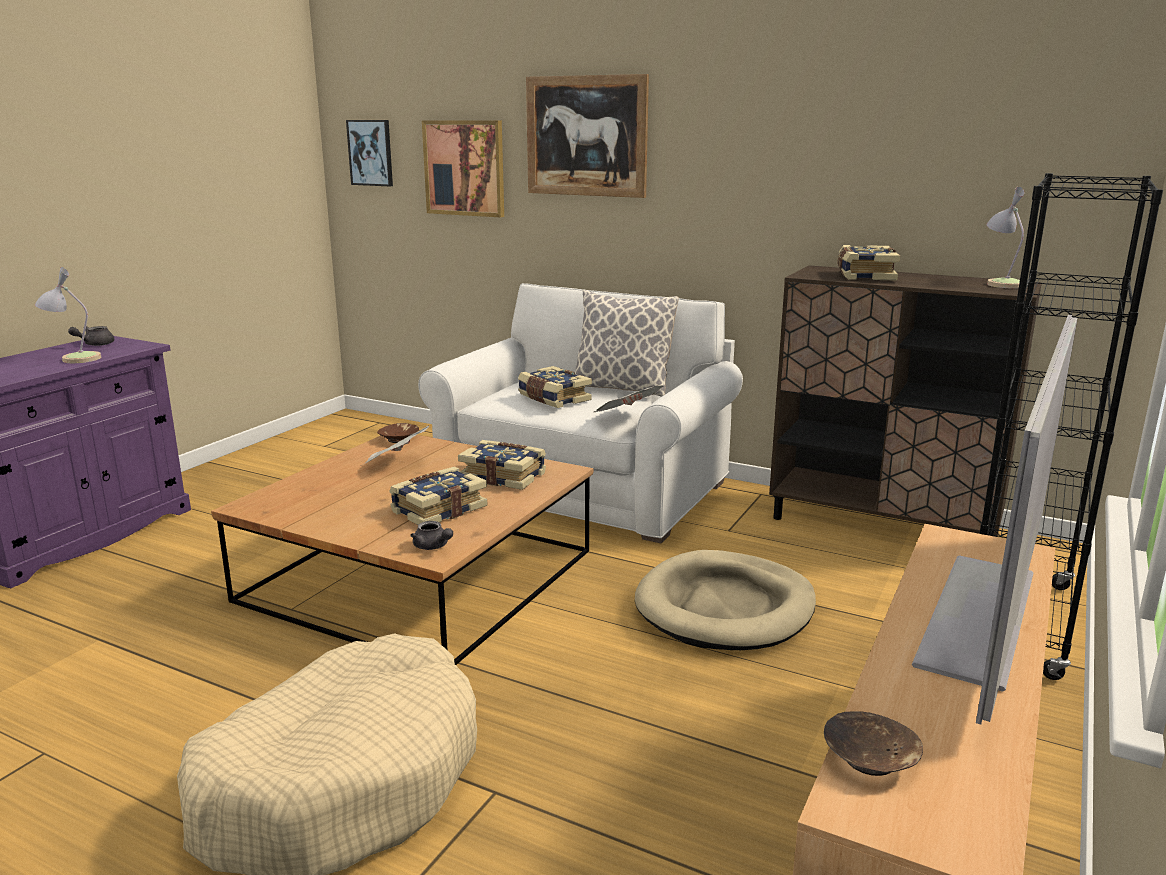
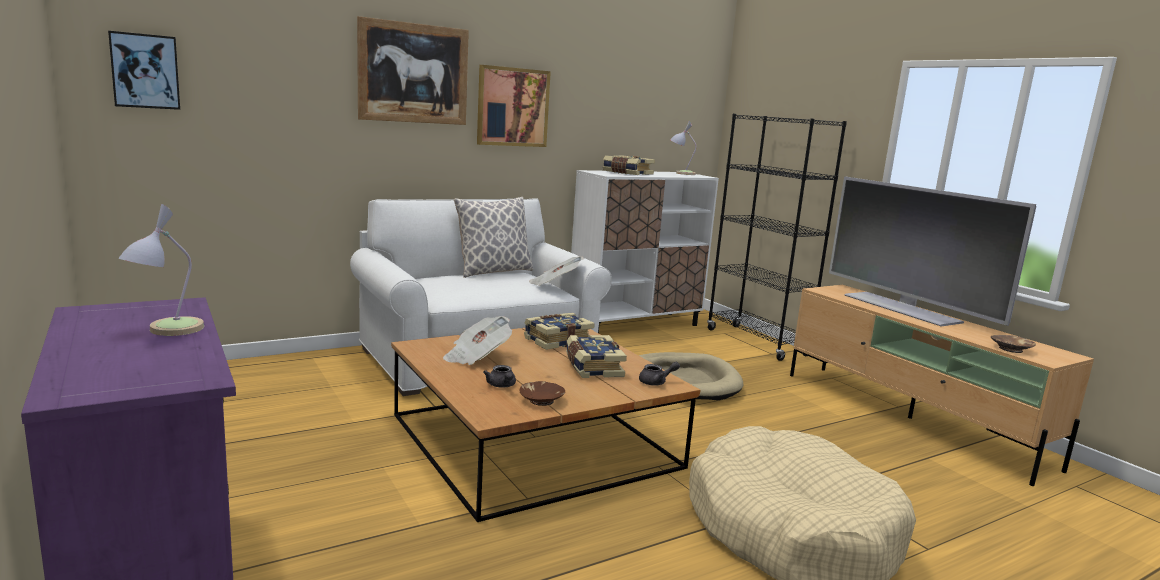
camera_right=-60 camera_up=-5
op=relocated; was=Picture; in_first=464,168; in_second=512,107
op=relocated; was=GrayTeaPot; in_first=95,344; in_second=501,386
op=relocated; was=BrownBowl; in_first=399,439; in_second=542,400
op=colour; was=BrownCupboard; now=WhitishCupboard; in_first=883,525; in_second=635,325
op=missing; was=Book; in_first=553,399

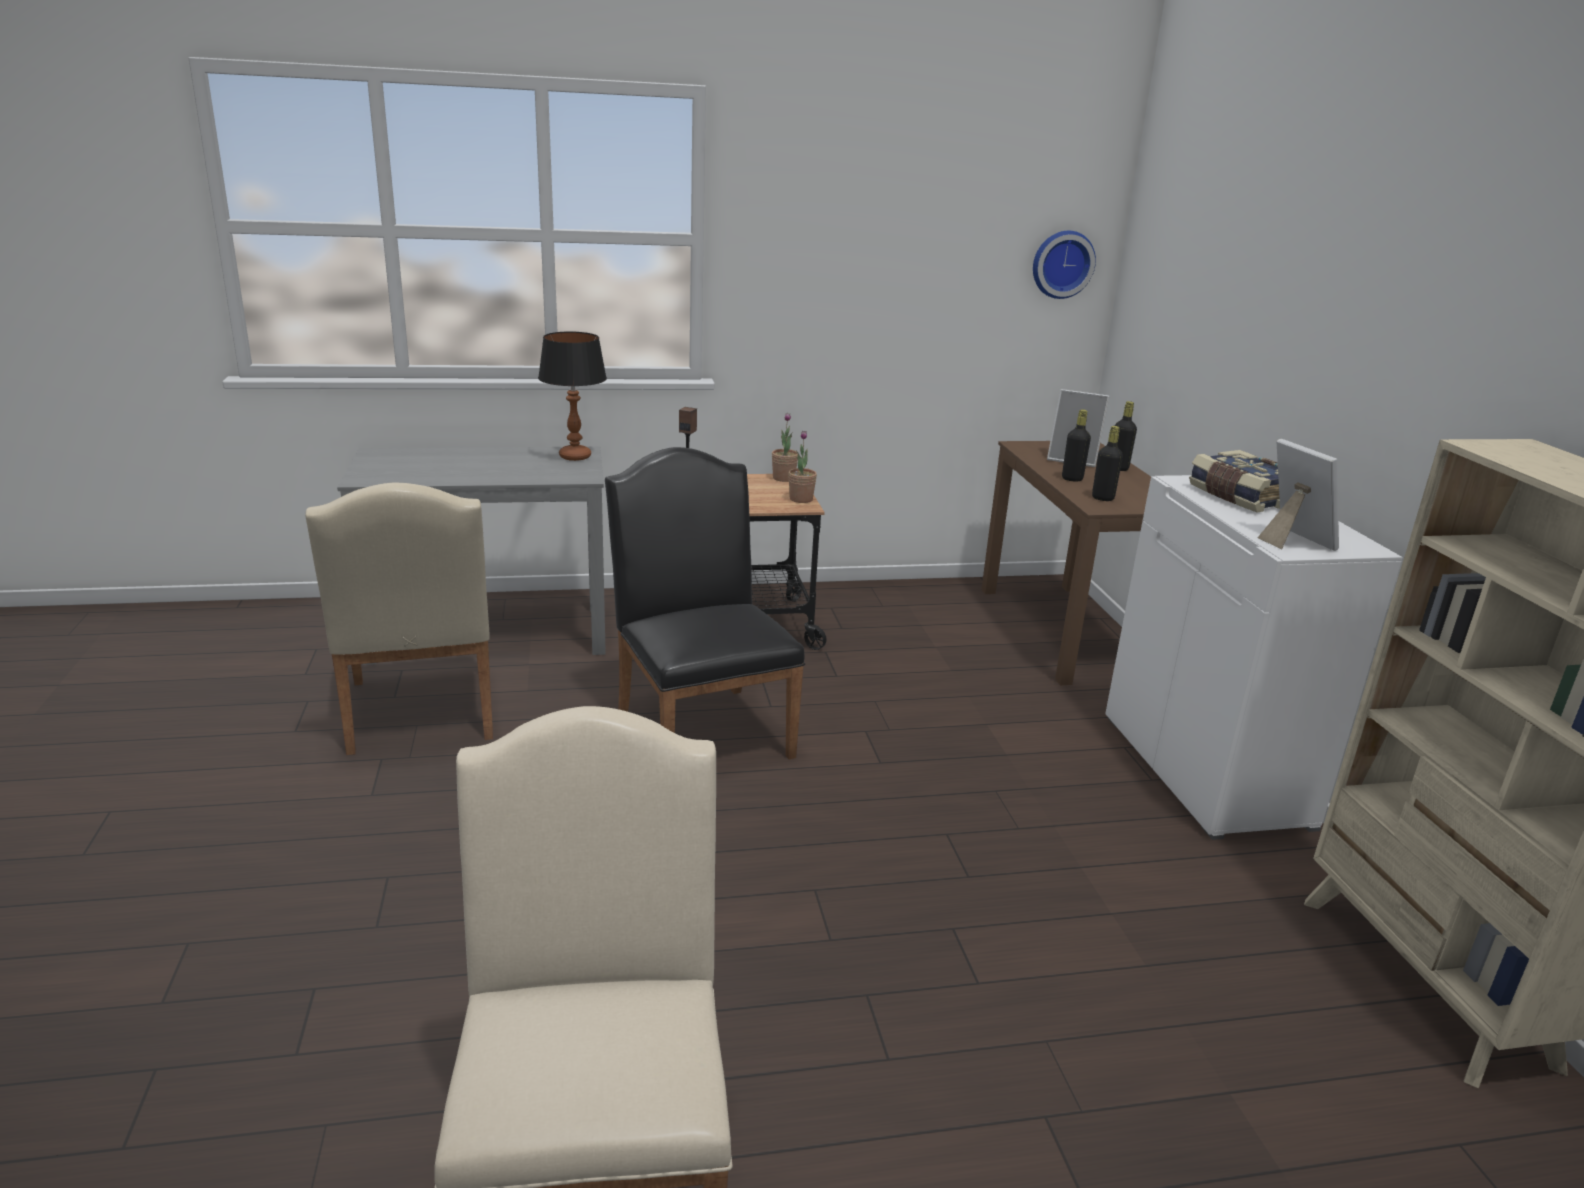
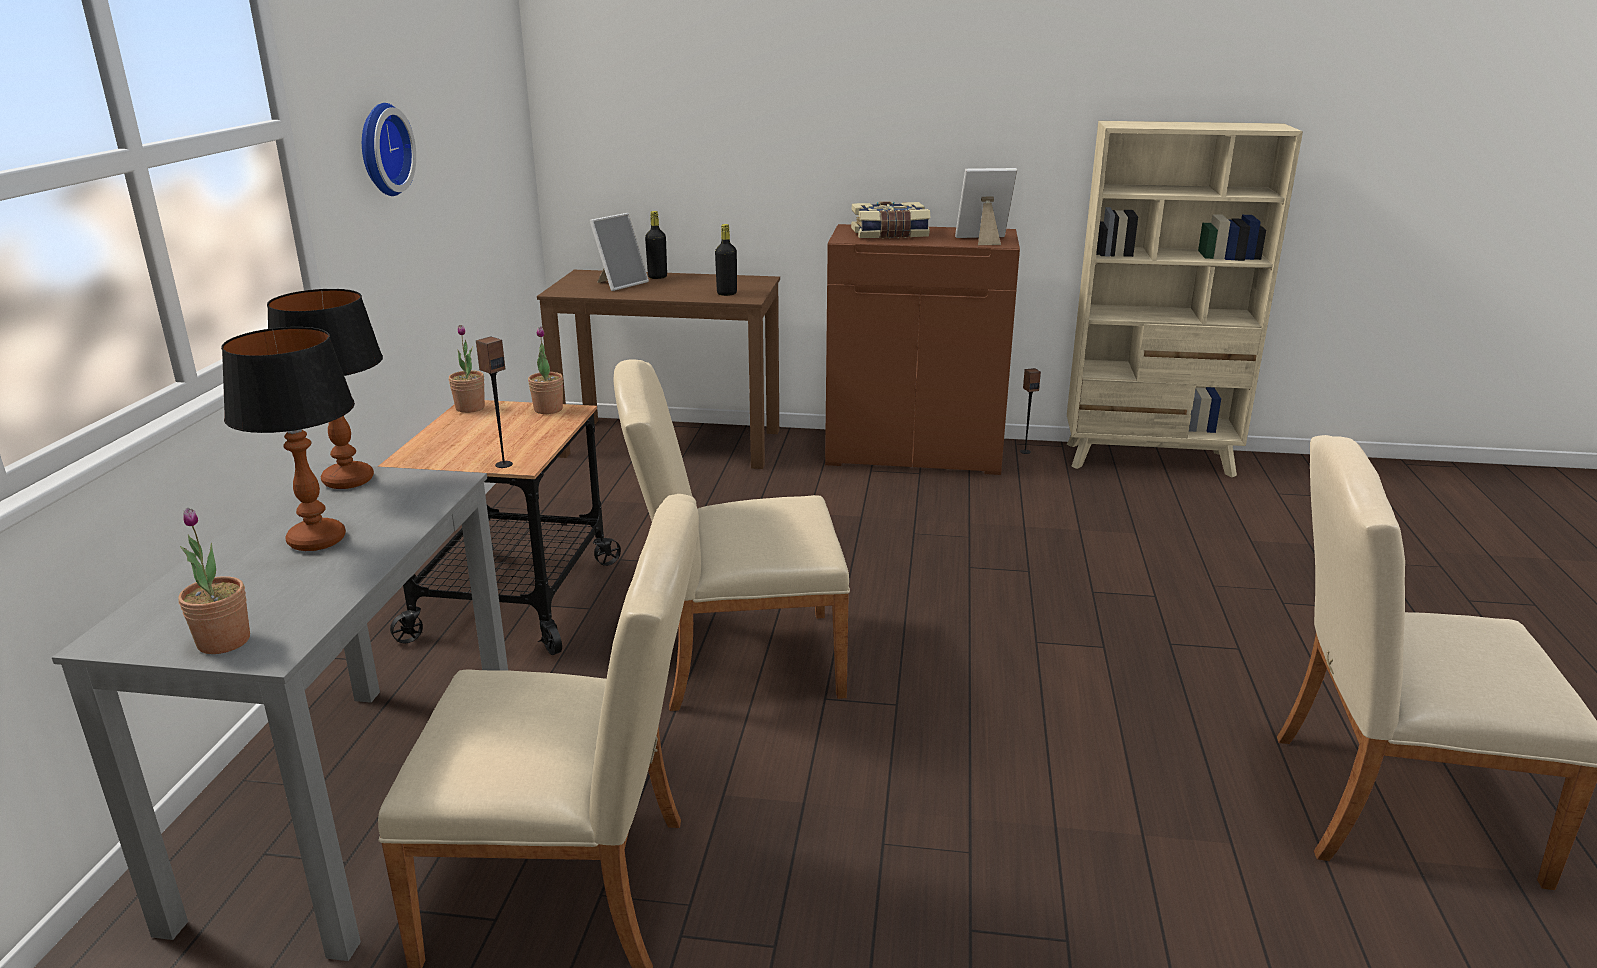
camera_right=-70 camera_up=0
op=appeared; now=Houseplant; in_second=224,641
op=appeared; now=TabletopLamp; in_second=316,541
op=relocated; was=WallClock; in_first=1061,264; in_second=381,149
op=colour; was=BlackColouredPlainChair; now=SandColouredPlainChair; in_first=700,727; in_second=736,659
op=colour; was=WhitishCupboard; now=BrownCupboard; in_first=1207,770; in_second=915,452
op=appeared; now=AudioSpeaker; in_second=1025,451
op=missing; was=BlackColouredDrinkBottle; in_first=1072,479

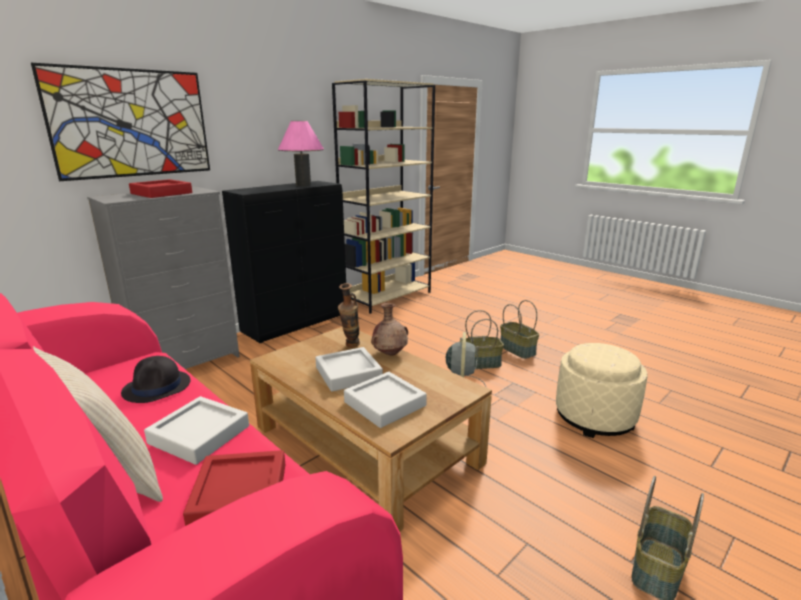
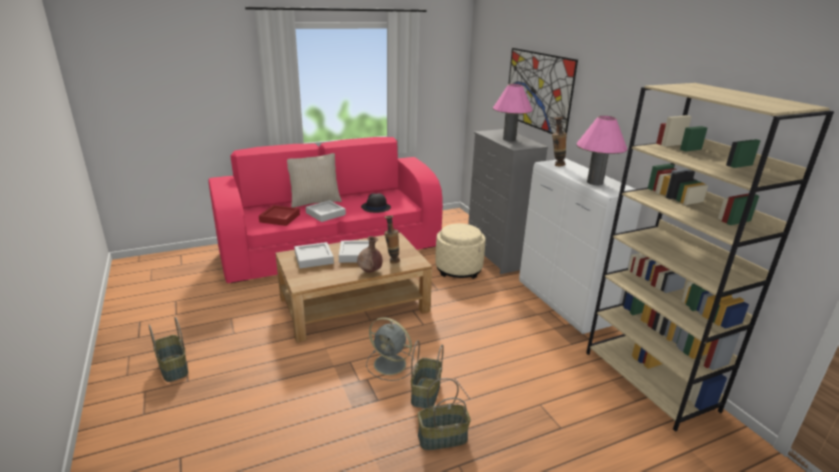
camera_right=110 camera_up=5
op=relocated; was=SandColouredFootrest; in_first=594,417; in_second=458,269
op=exchanged; was=RedColouredCarryingTray; now=PinkColouredTabletopLamp; in_first=161,193; in_second=509,139
op=colour; was=BlackColouredCupboard; now=WhitishCupboard; in_first=296,324; in_second=563,304
op=appeared; now=DecorativeVase; in_second=556,165

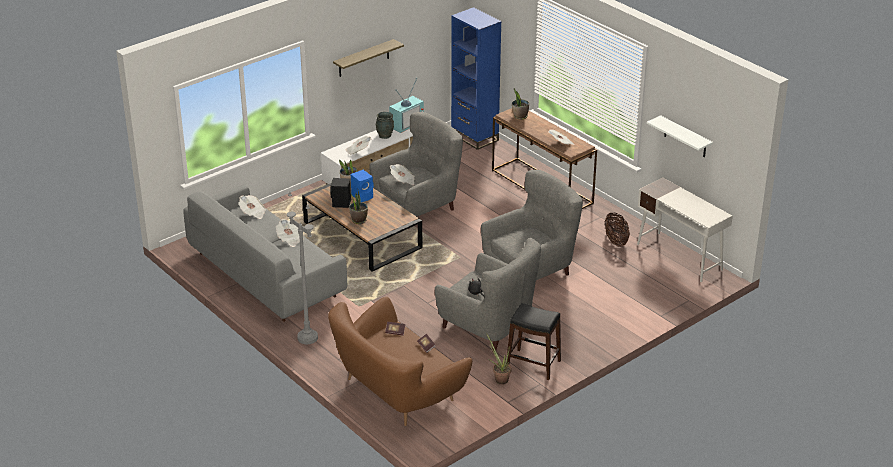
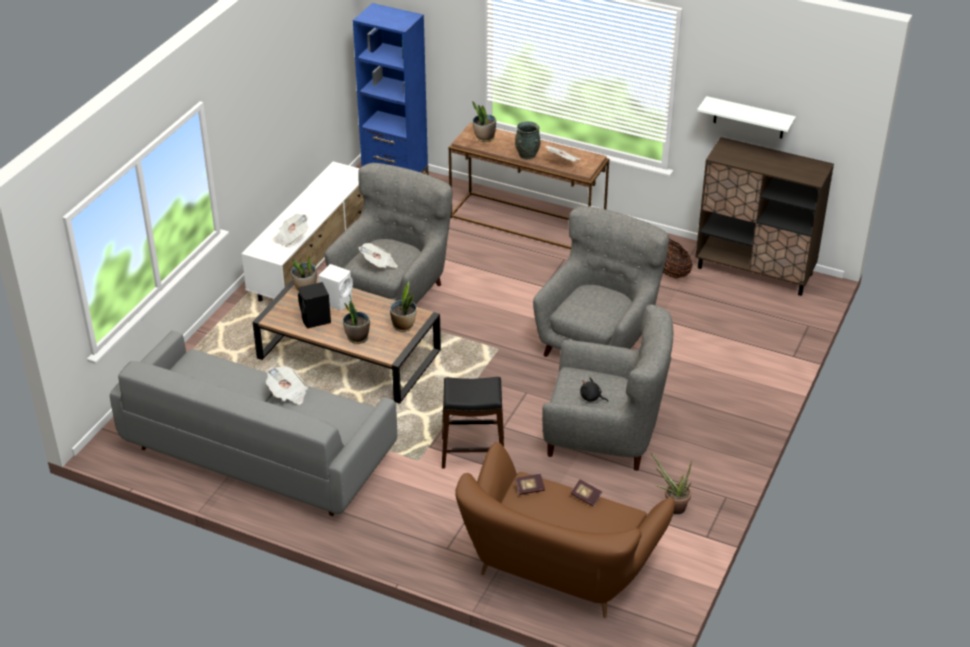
camera_right=-25 camera_up=5
op=colour; was=BlueAudioSpeaker; now=WhitishAudioSpeaker; in_first=363,196; in_second=337,301
op=appeared; now=Houseplant; in_second=403,326
op=relocated; was=BlackColouredStoolSeat; in_first=533,365; in_second=473,452
op=relocated; was=GrayDecorativeVase; in_first=385,136; in_second=527,155
op=exchanged; was=WhitishDesk; now=BrownCupboard; in_first=679,257; in_second=755,271
op=missing; was=PrintedPaper; in_first=253,213
op=missing; was=GrayStandingLamp; in_first=307,338
op=missing; was=BracketShelf; in_first=364,58
op=missing; was=Tv; in_first=405,123

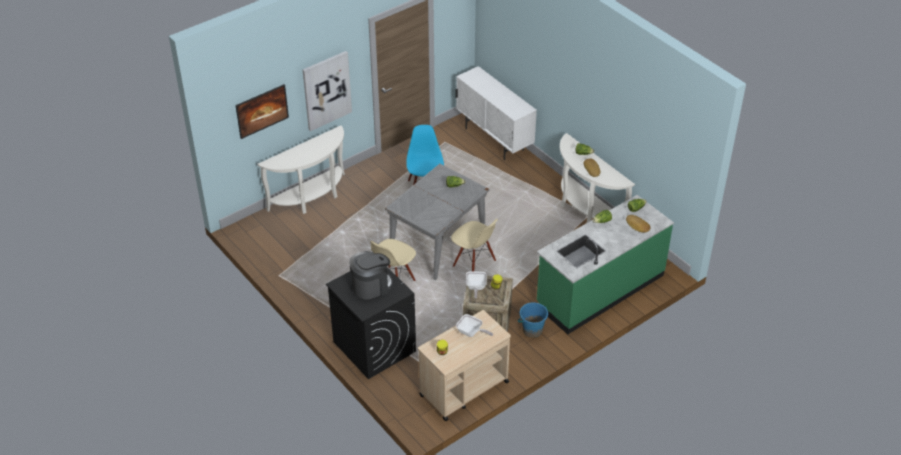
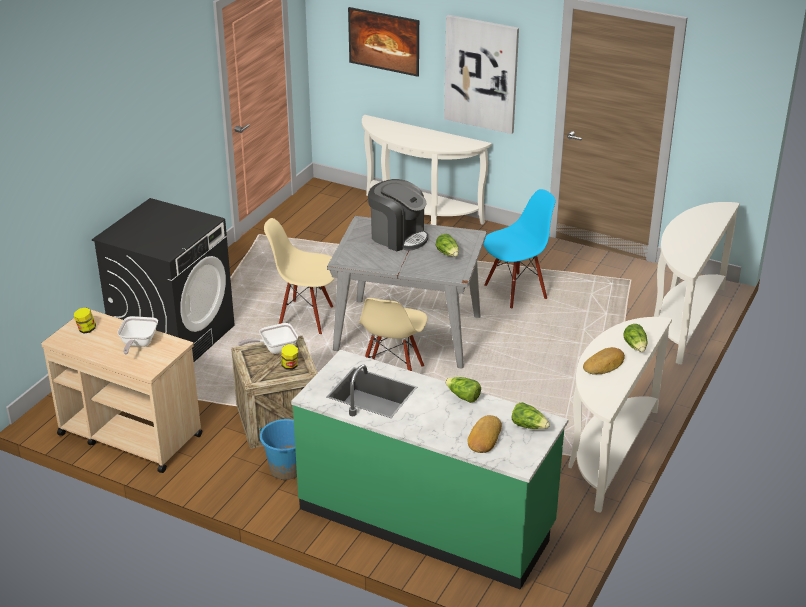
camera_right=65 camera_up=-10
op=relocated; was=CoffeeMaker; in_first=371,286; in_second=398,236
op=exchanged; was=WhitishCupboard; now=WhitishHallTable; in_first=494,139; in_second=683,320

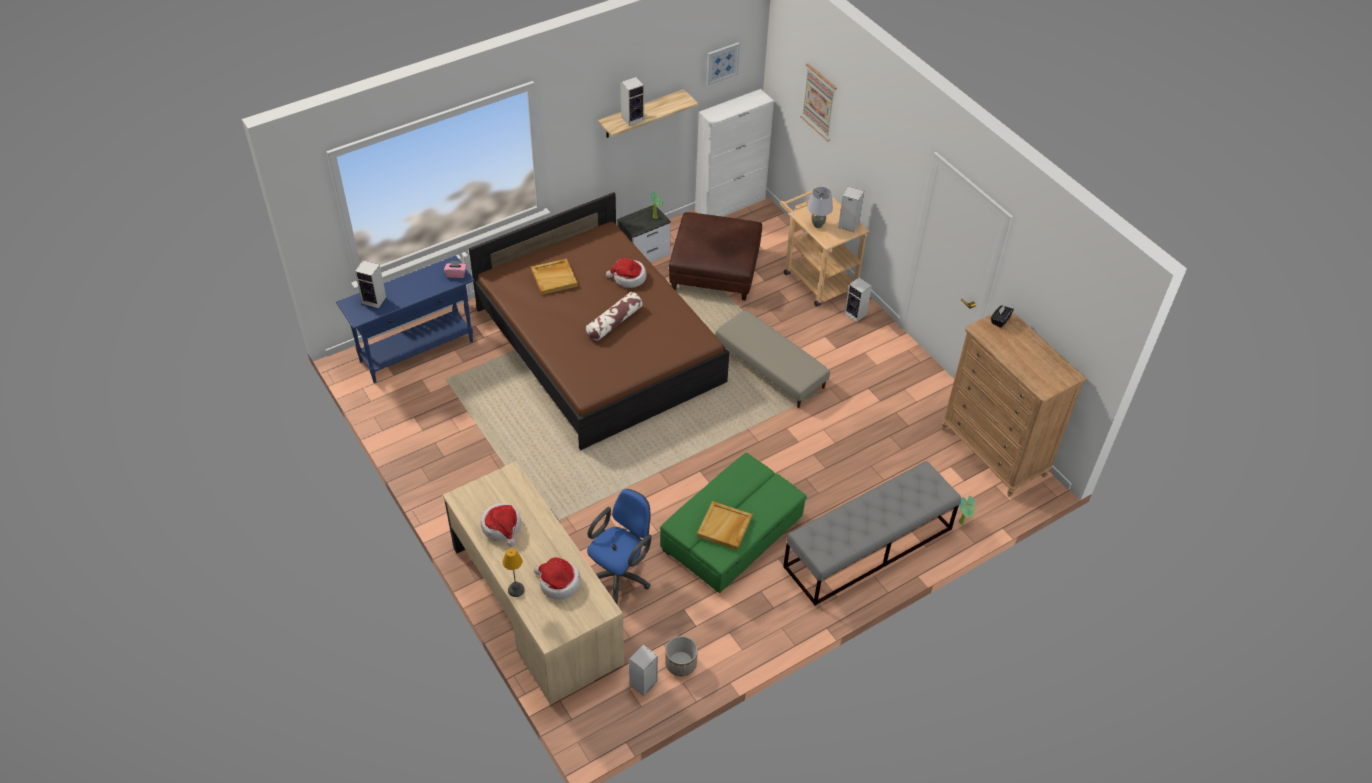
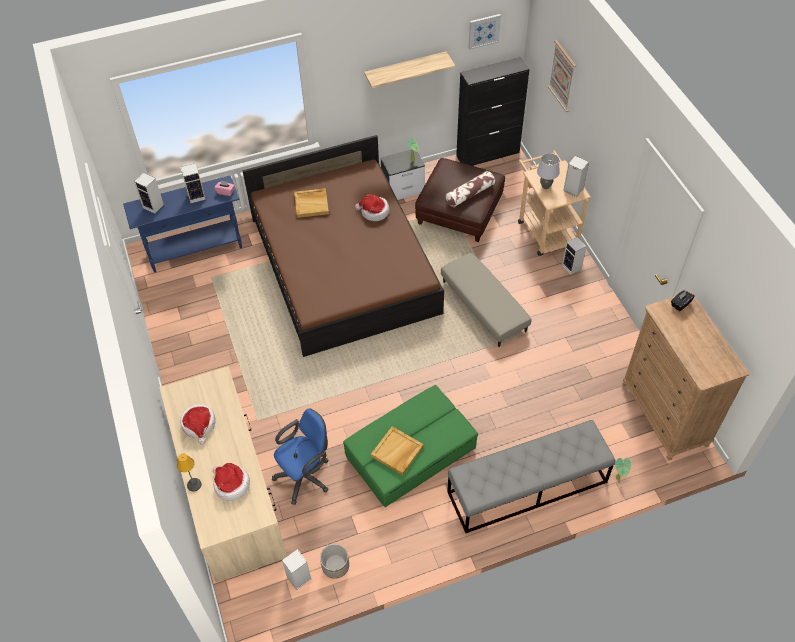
camera_right=15 camera_up=5
op=relocated; was=AudioSpeaker; in_first=633,118; in_second=197,196
op=relocated; was=ThrowPillow; in_first=614,322; in_second=470,194
op=colour; was=WhitishCupboard; now=BlackColouredCupboard; in_first=730,204; in_second=488,154

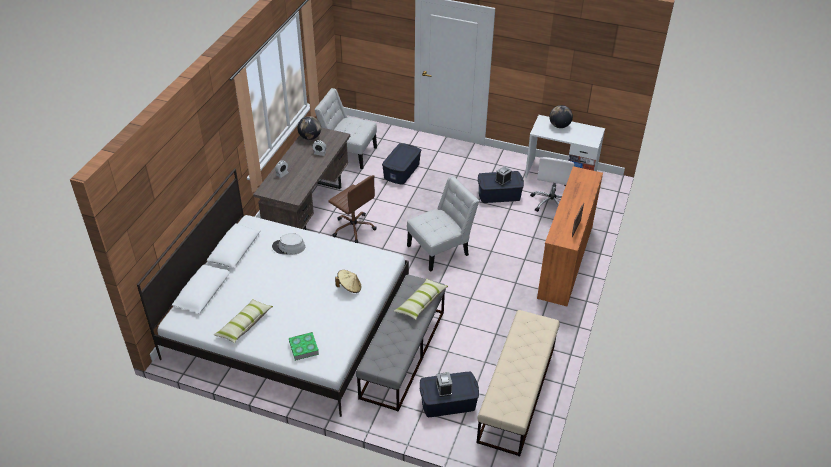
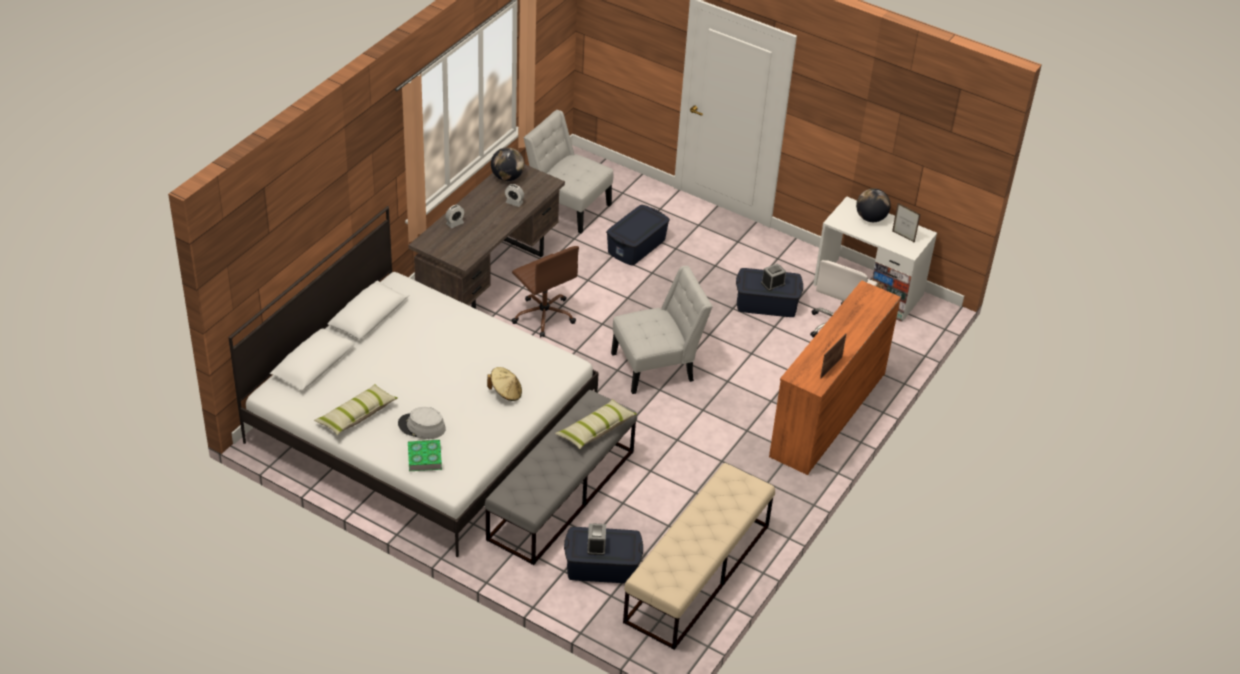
camera_right=10 camera_up=0
op=relocated; was=GrayClothingHat; in_first=288,247; in_second=421,427
op=appeared; now=StandingFrame; in_second=903,237

